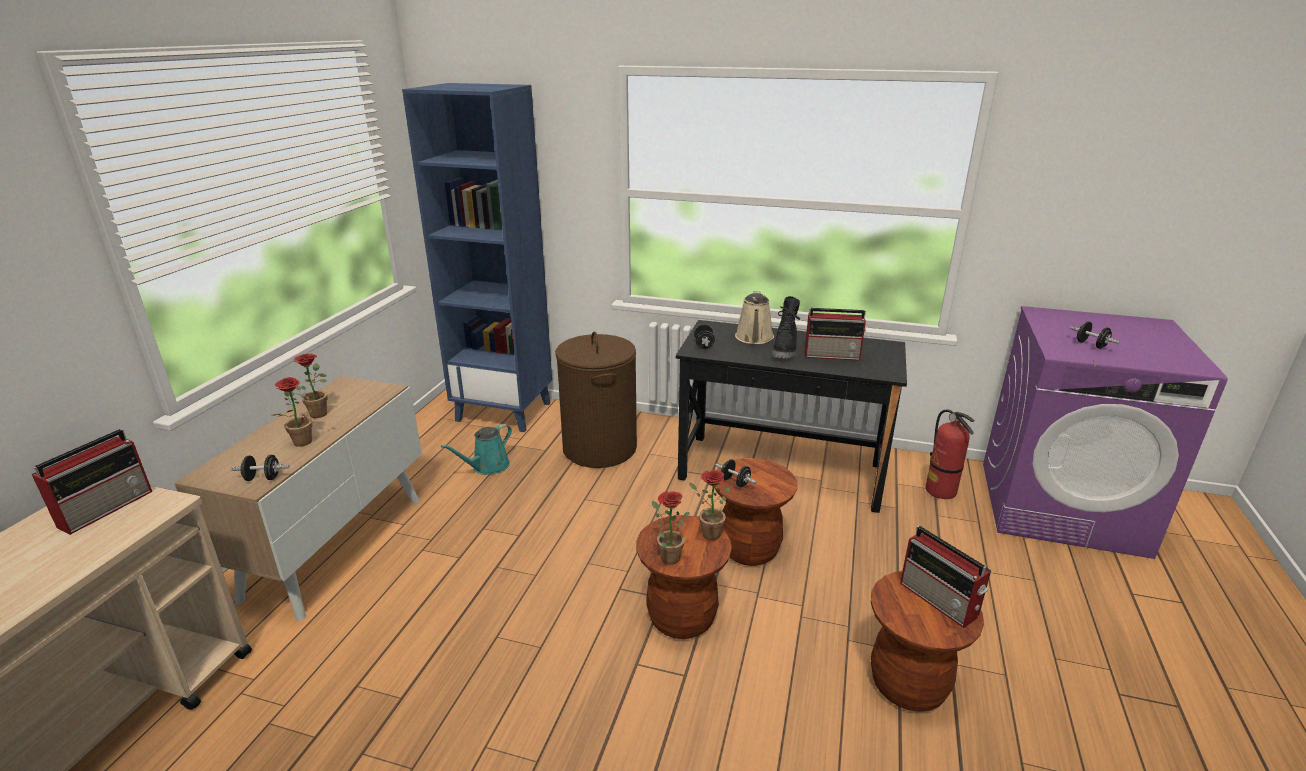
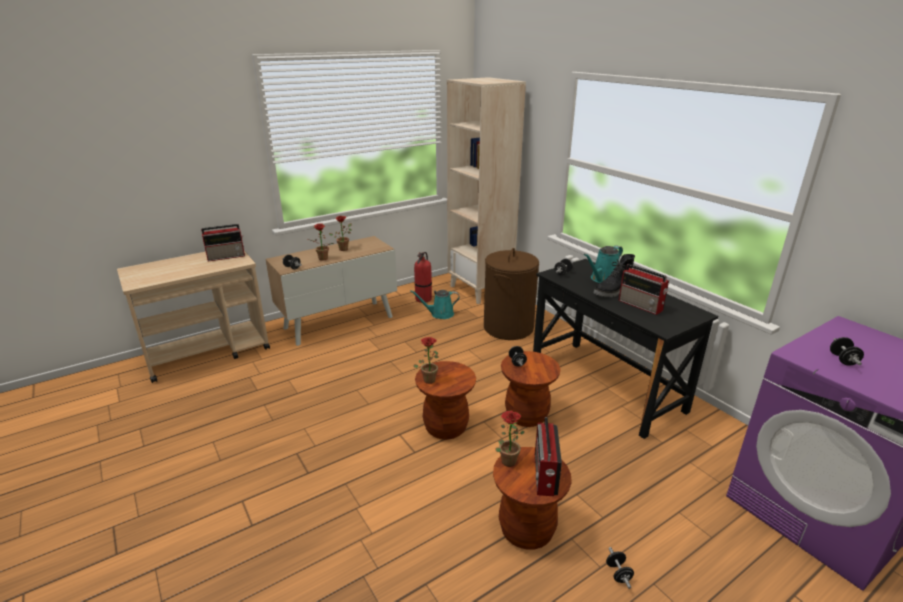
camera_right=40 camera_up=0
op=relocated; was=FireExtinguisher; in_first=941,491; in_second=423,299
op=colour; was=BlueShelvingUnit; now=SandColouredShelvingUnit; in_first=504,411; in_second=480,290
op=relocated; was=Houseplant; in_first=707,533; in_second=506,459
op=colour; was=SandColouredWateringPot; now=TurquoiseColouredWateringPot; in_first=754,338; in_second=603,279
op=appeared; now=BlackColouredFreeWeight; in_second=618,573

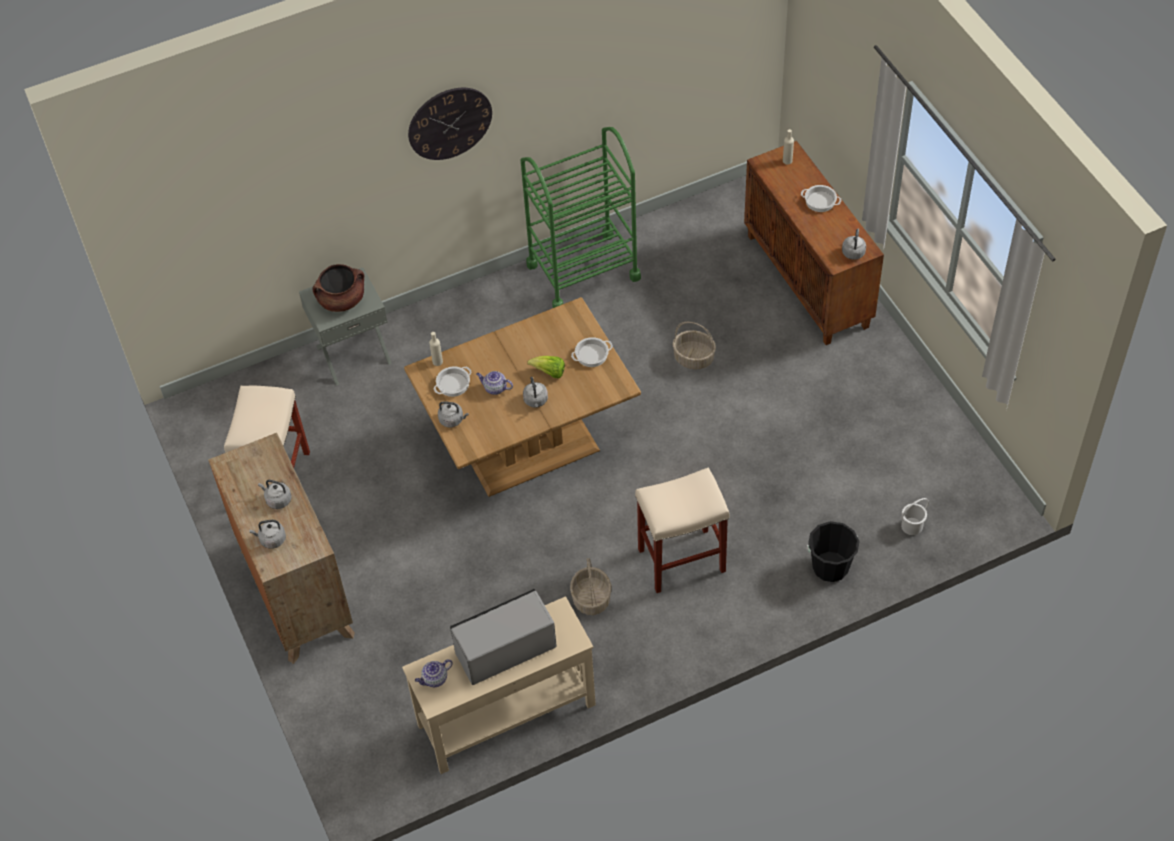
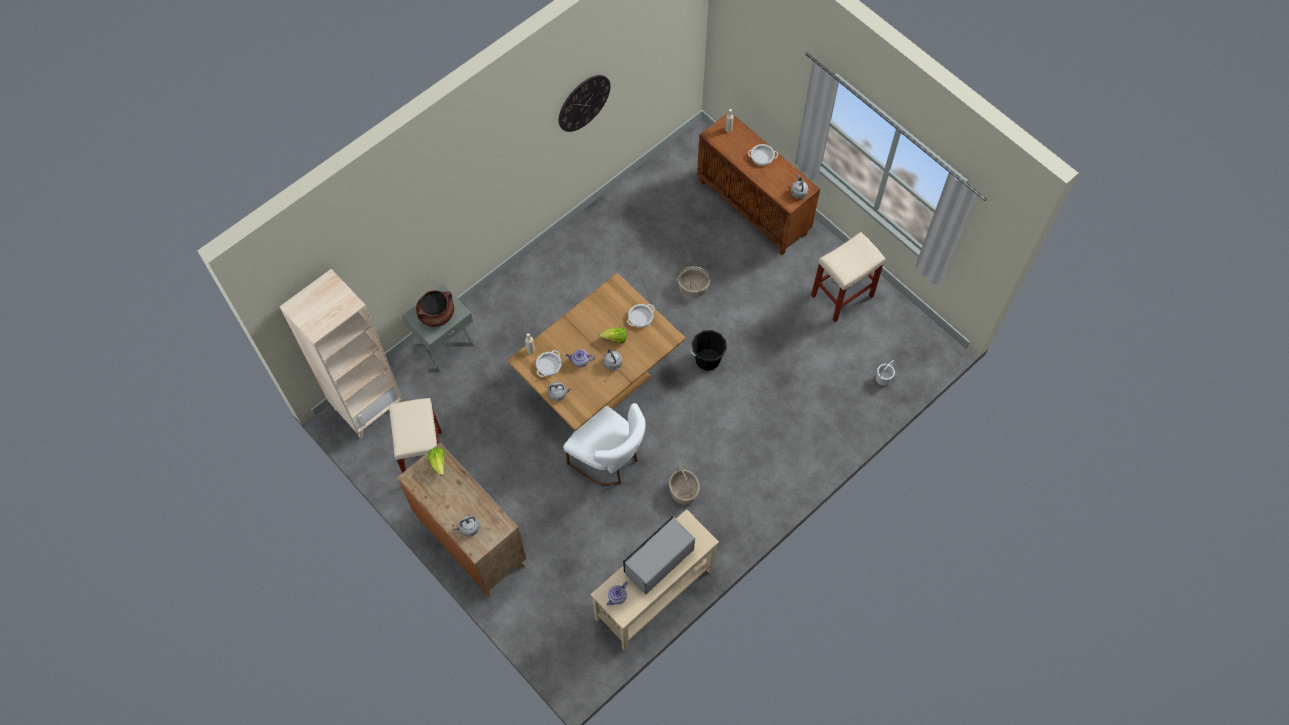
camera_right=-20 camera_up=10
op=appeared; now=SandColouredShelvingUnit; in_second=368,406
op=appeared; now=Lettuce; in_second=438,463
op=relocated; was=WallClock; in_first=449,123; in_second=583,103
op=appeared; now=WhitishPlainChair; in_second=609,459
op=relocated; was=BlackColouredWaterBucket; in_first=830,567; in_second=707,359
op=relocated; was=SandColouredStoolSeat; in_first=680,561; in_second=841,296
op=missing; was=GrayTeaKettle; in_first=277,500
op=missing; was=GreenTrolley; in_first=583,271

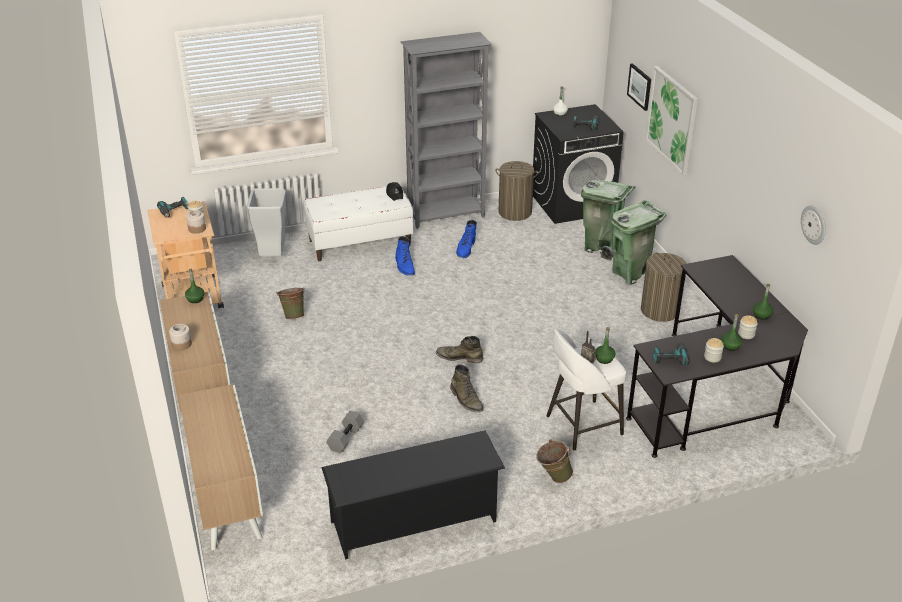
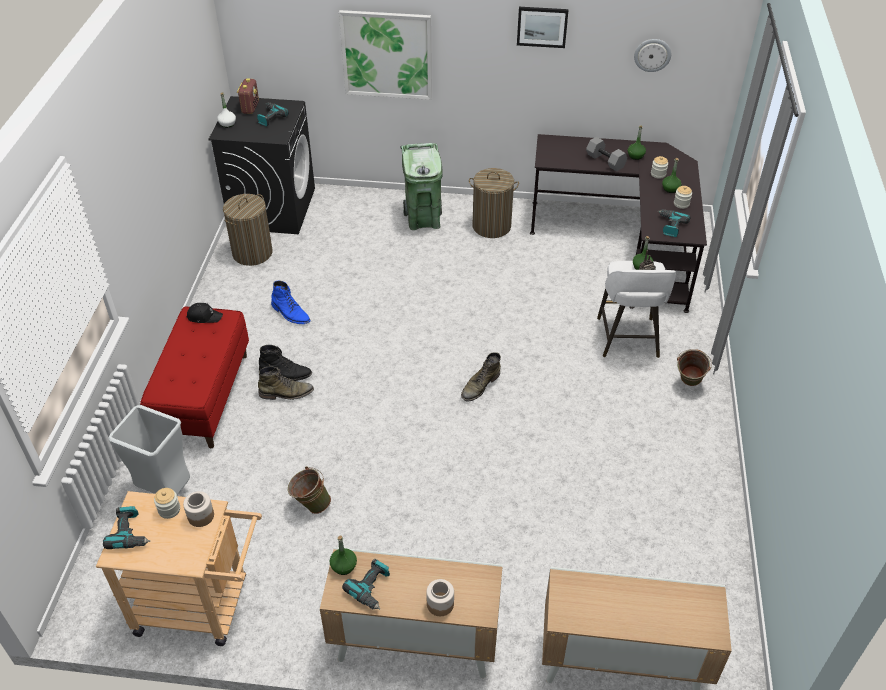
camera_right=-65 camera_up=10
op=colour; was=WhitishIndoorBench; now=RedColouredIndoorBench; in_first=360,242; in_second=204,397
op=appeared; now=RadioReceiver; in_second=250,107
op=relocated; was=GreenBoot; in_first=466,400; in_second=286,393
op=colour; was=BlueBoot; now=BlackColouredBoot; in_first=404,266; in_second=285,374
op=appeared; now=Drill; in_second=372,588
op=relocated; was=Picture; in_first=640,86; in_second=542,26
op=relocated; was=GrayFreeWeight; in_first=345,438; in_second=604,161
op=missing; was=BlackColouredShoeRack; in_first=414,521
op=missing; was=GrayShelvingUnit; in_first=447,216
op=missing; was=GreenWasteBin; in_first=601,247

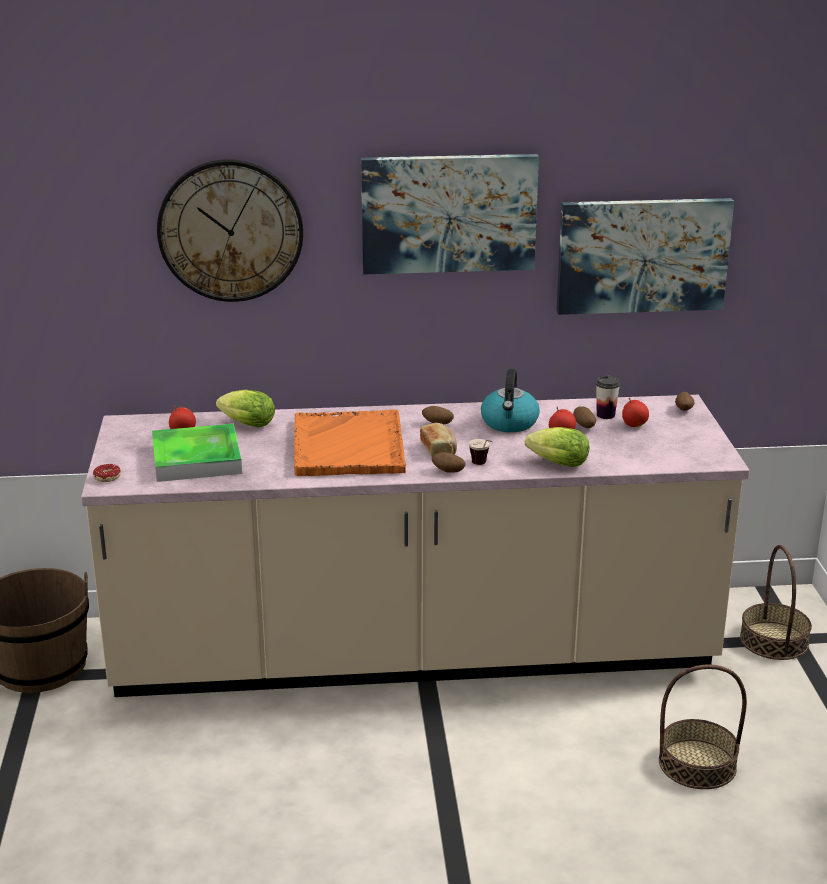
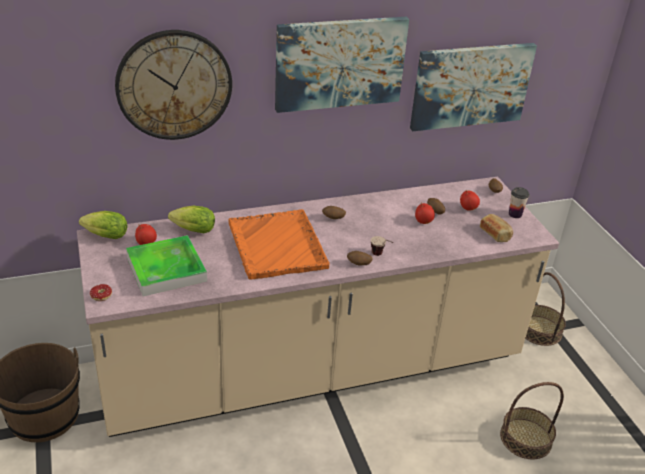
camera_right=-15 camera_up=10
op=relocated; was=Lettuce; in_first=555,463; in_second=104,236
op=relocated; was=Bread; in_first=439,450; in_second=495,234
op=relocated; was=SmallCup; in_first=605,415; in_second=515,214
op=missing; was=TeaKettle; in_first=509,423

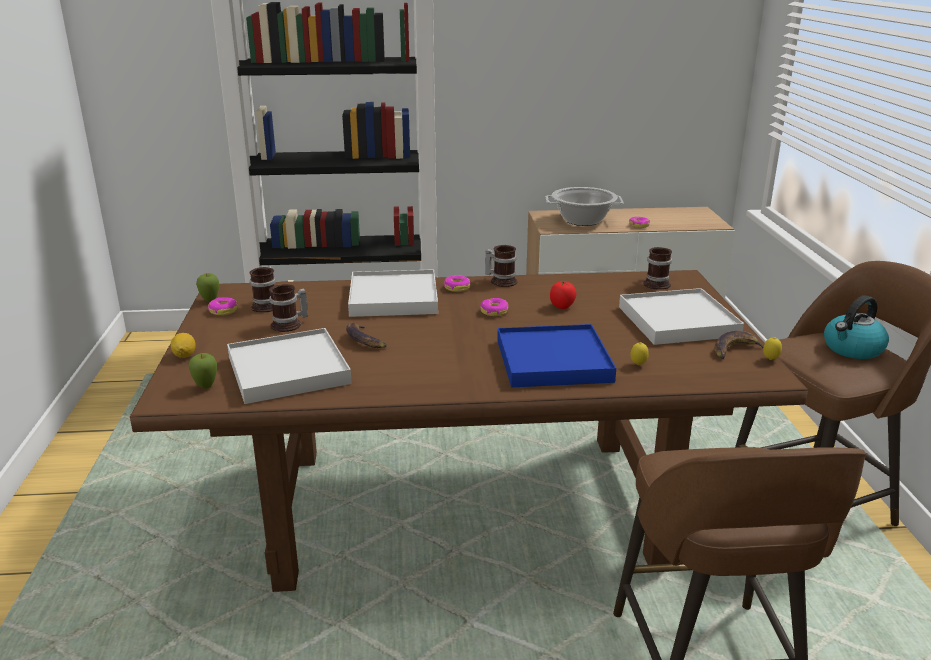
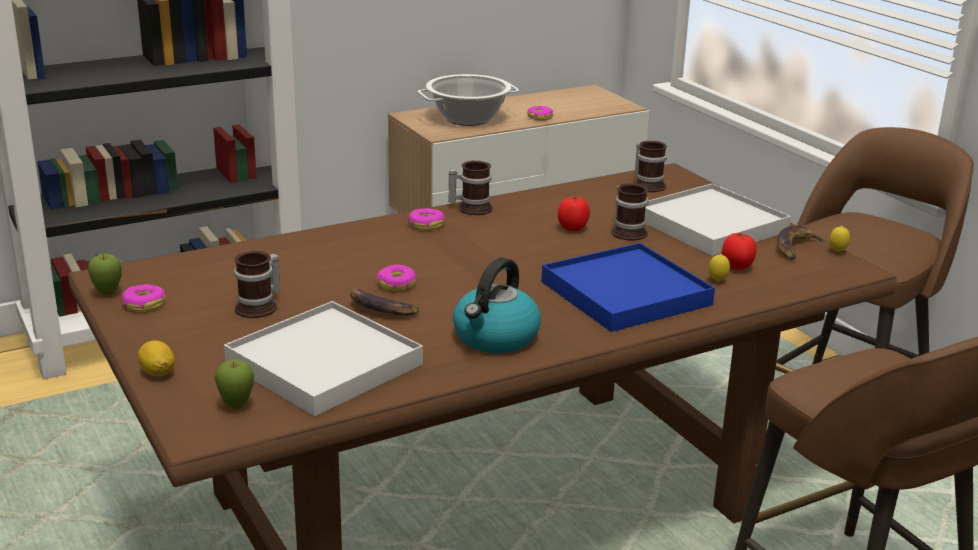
camera_right=-25 camera_up=0
op=relocated; was=RingDoughnut; in_first=494,311; in_second=396,284
op=relocated; was=TeaKettle; in_first=852,349; in_second=495,338
op=relocated; was=CoffeeMug; in_first=267,305; in_second=629,231
op=appeared; now=FreshTomato; in_second=737,267
op=missing; was=WhitishCarryingTray; in_first=394,298

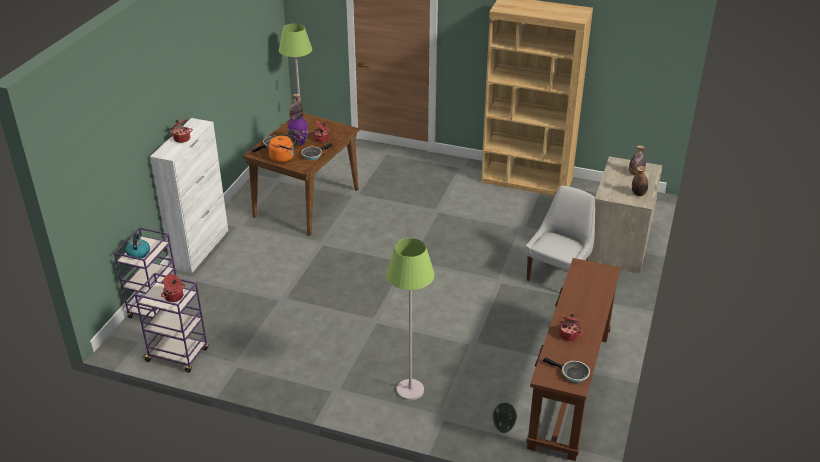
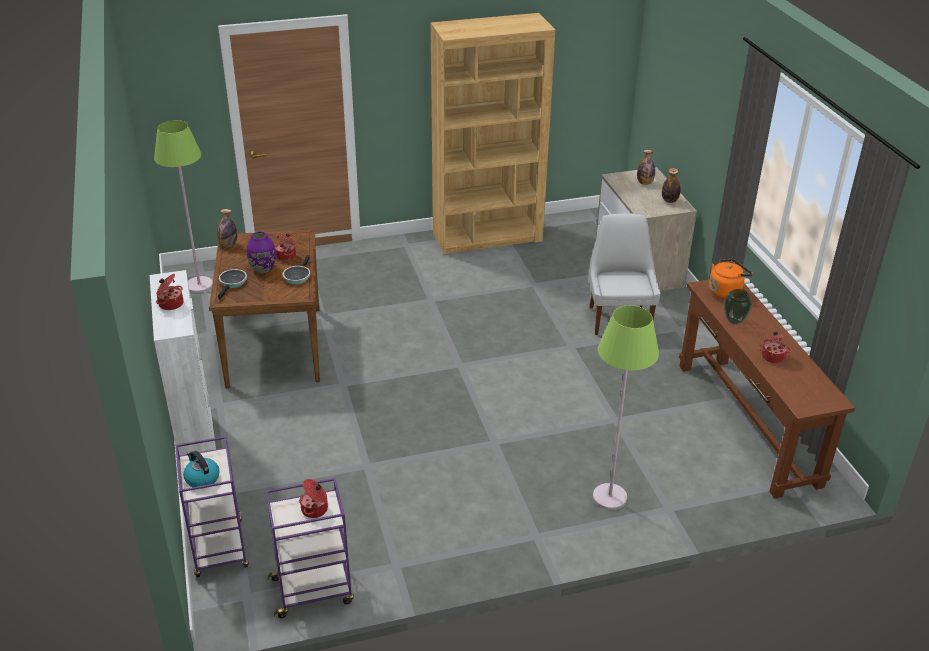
camera_right=-35 camera_up=0
op=relocated; was=OrangeColouredTeaKettle; in_first=284,158; in_second=726,291
op=relocated; was=DecorativeVase; in_first=503,429; in_second=734,321
op=missing; was=Skillet; in_first=572,374

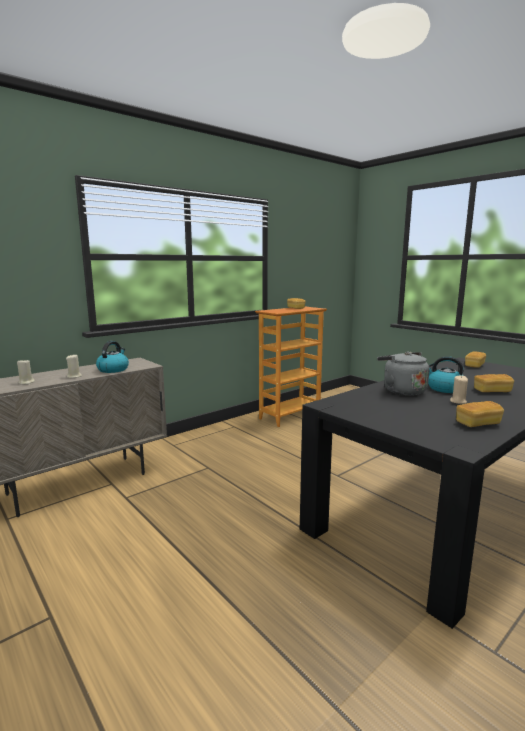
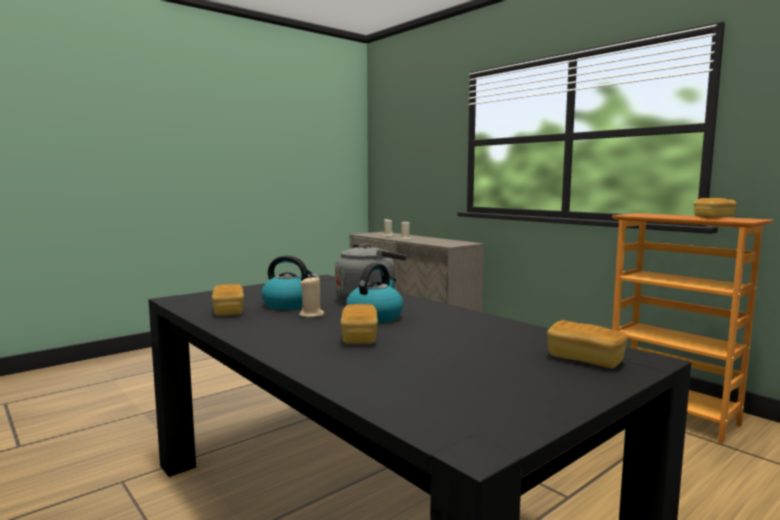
camera_right=90 camera_up=-5
op=relocated; was=TeaKettle; in_first=113,369; in_second=290,304

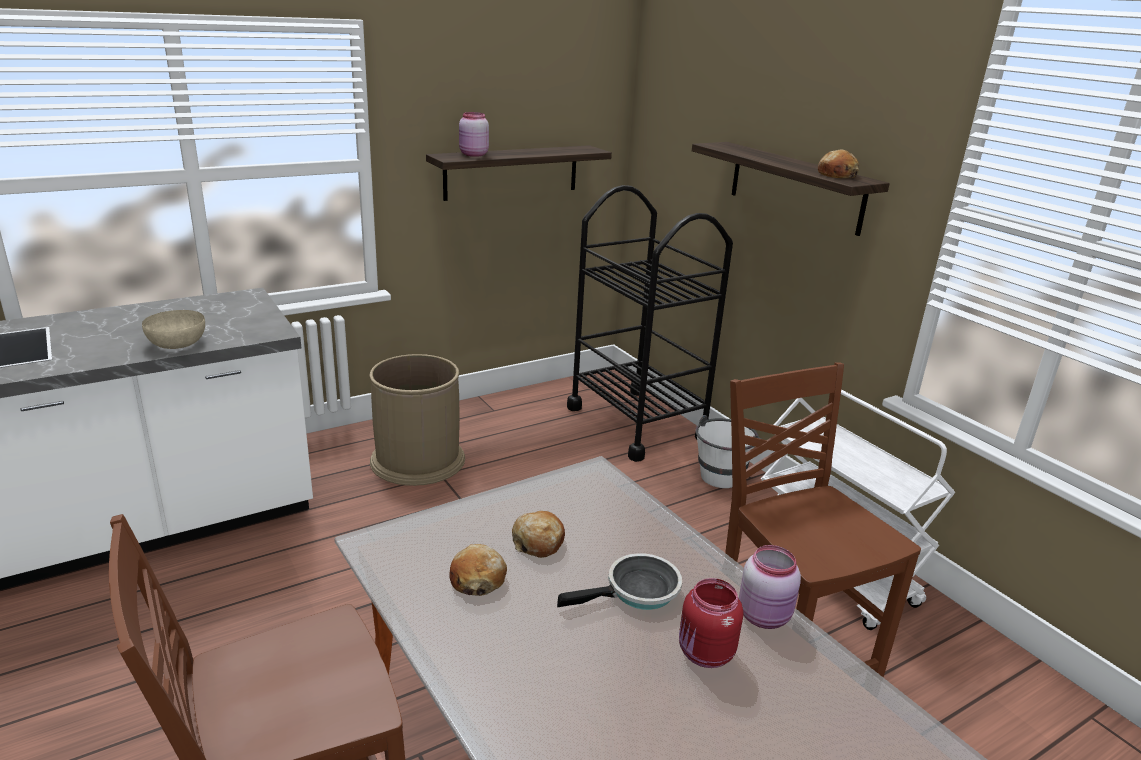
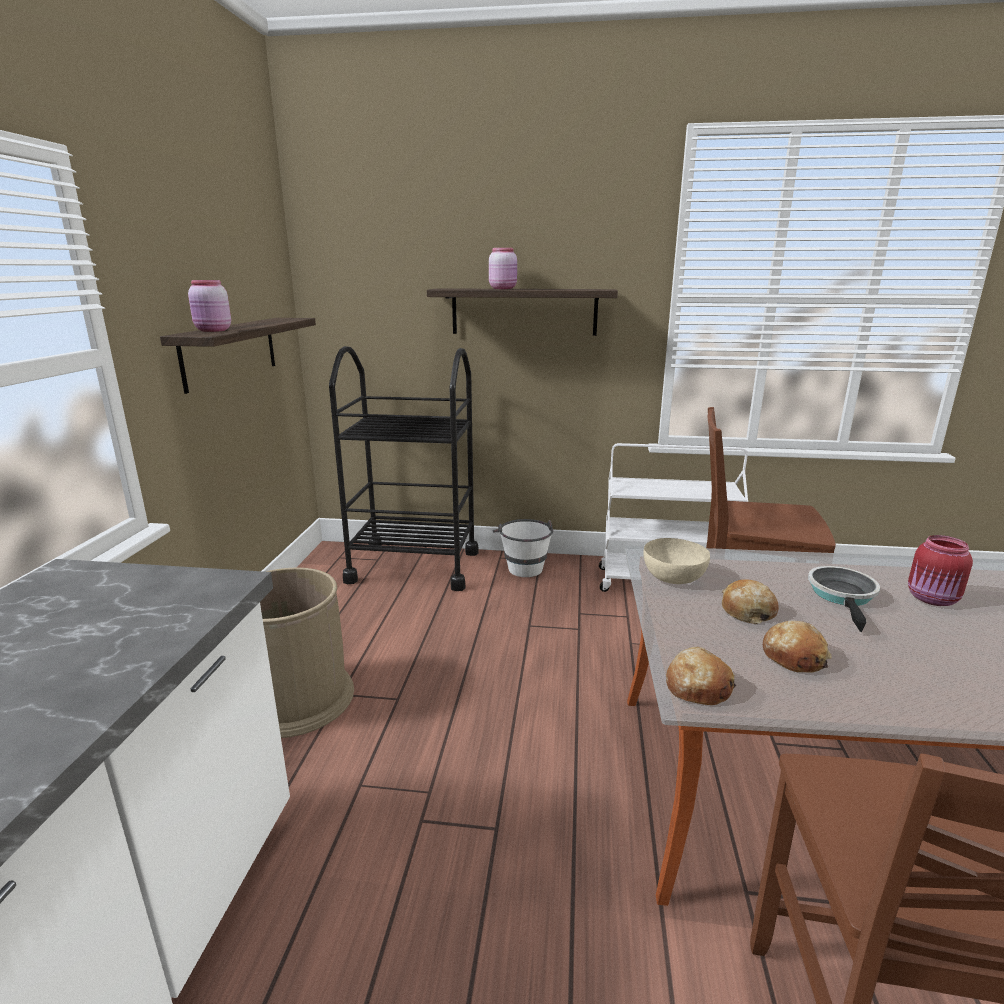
camera_right=-50 camera_up=-5
op=relocated; was=PinkColouredPreserveJar; in_first=765,616; in_second=503,288
op=relocated; was=SandColouredBowl; in_first=178,344; in_second=674,576
op=relocated; was=Bread; in_first=837,174; in_second=697,687

